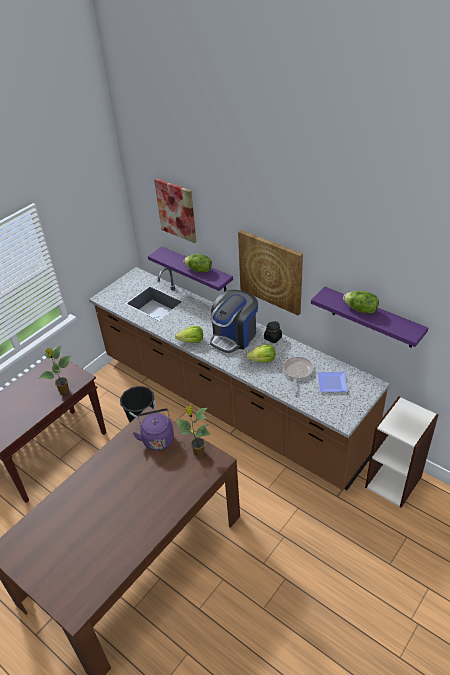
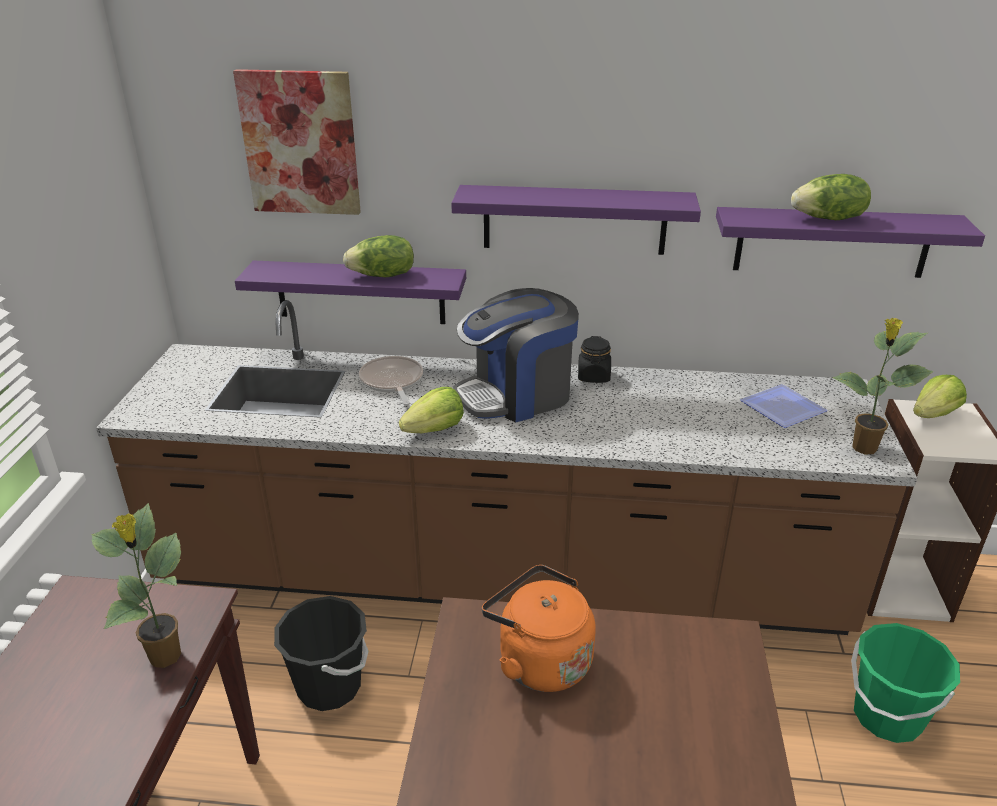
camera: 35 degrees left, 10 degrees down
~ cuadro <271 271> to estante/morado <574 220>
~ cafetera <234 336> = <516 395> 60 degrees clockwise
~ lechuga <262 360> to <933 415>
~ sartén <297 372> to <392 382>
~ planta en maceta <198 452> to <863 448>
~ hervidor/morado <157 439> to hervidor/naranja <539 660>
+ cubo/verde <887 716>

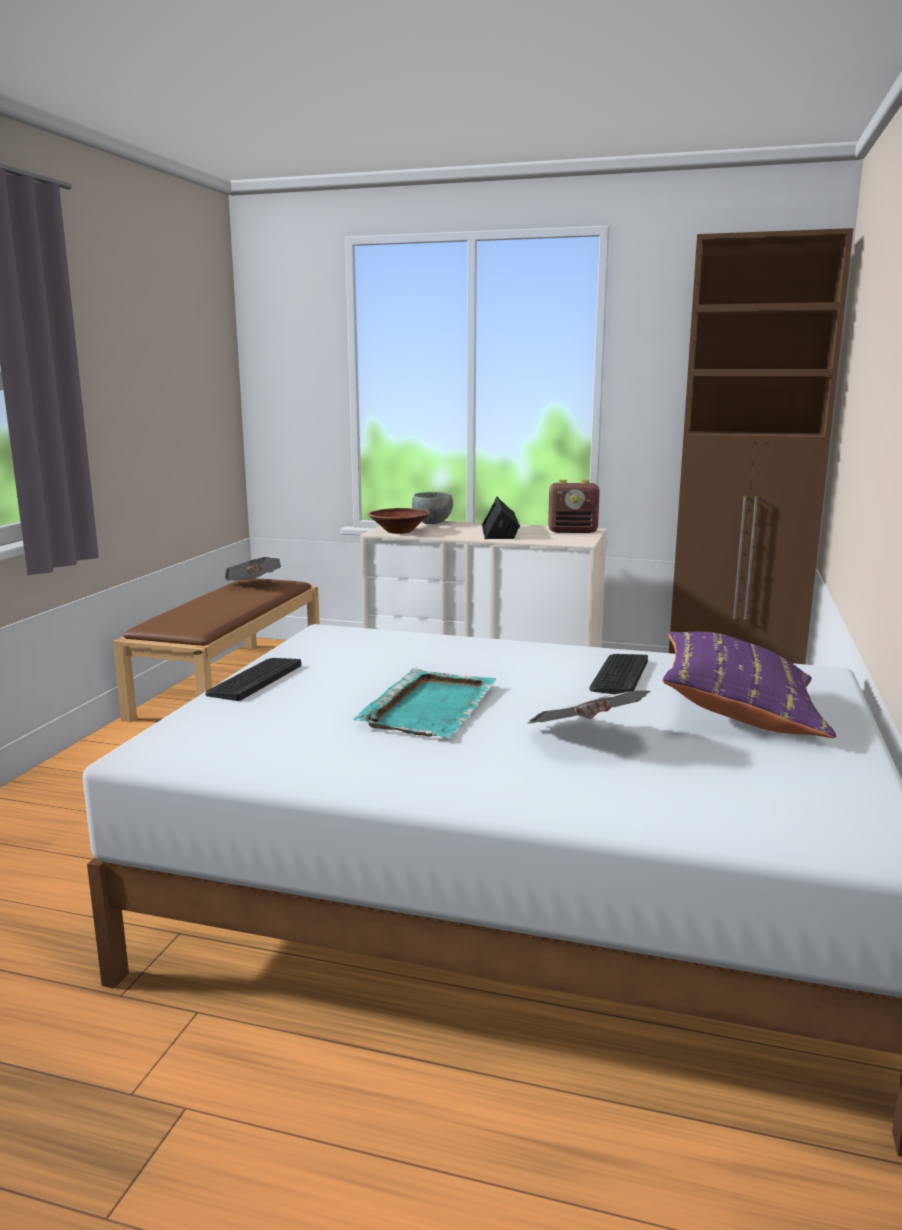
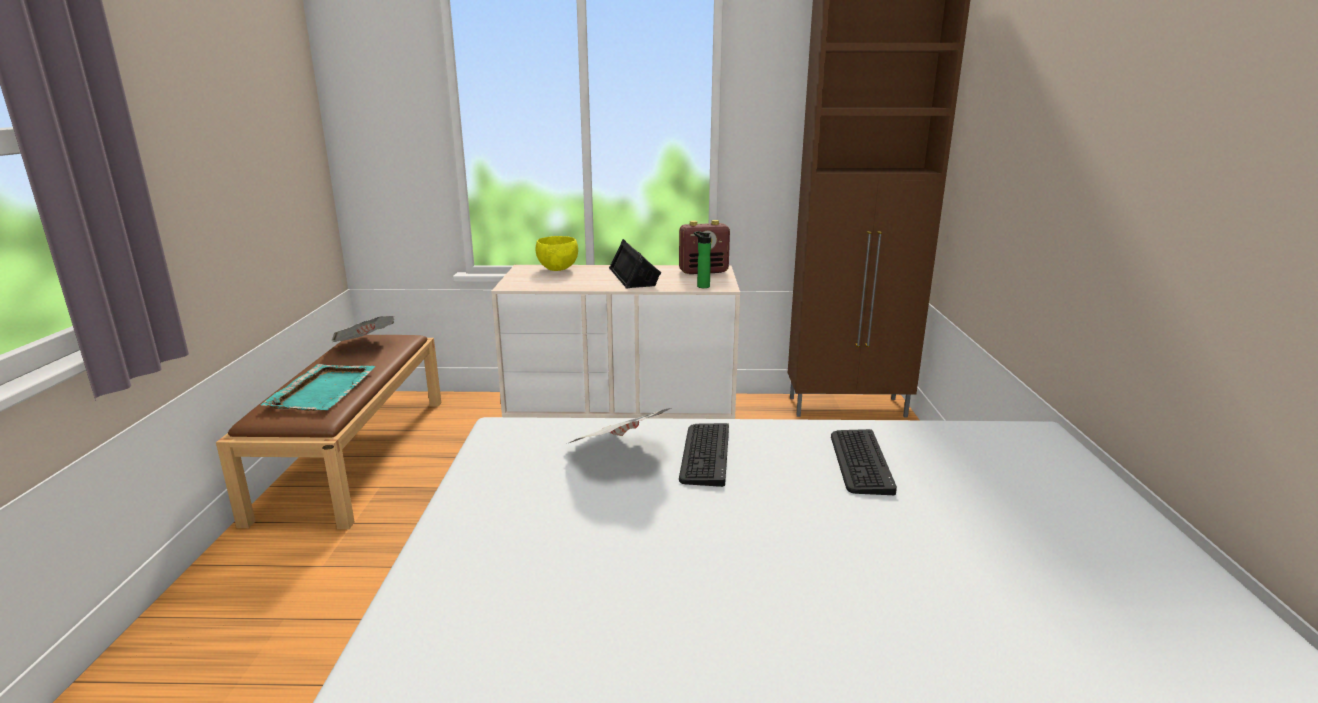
camera: 15 degrees left, 5 degrees up
~ cuenco/gris <432 523> to cuenco/amarillo <558 269>
- cuenco/marrón <399 531>
- cojín/morado <739 712>
~ teclado <254 679> to <705 454>
~ bandeja/turquesa <430 706> to <323 390>
~ periódico <585 738> to <618 452>
+ botella <701 286>

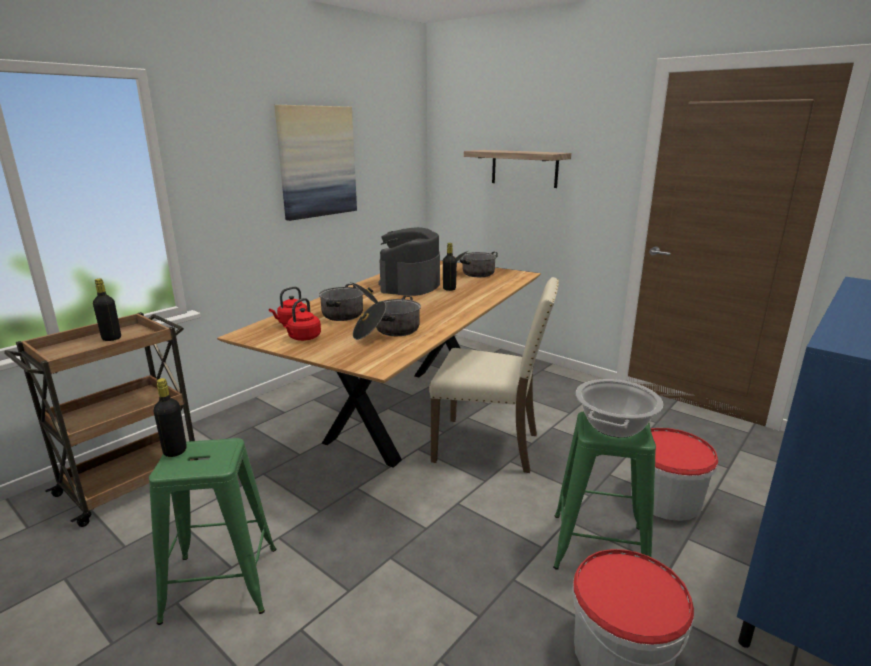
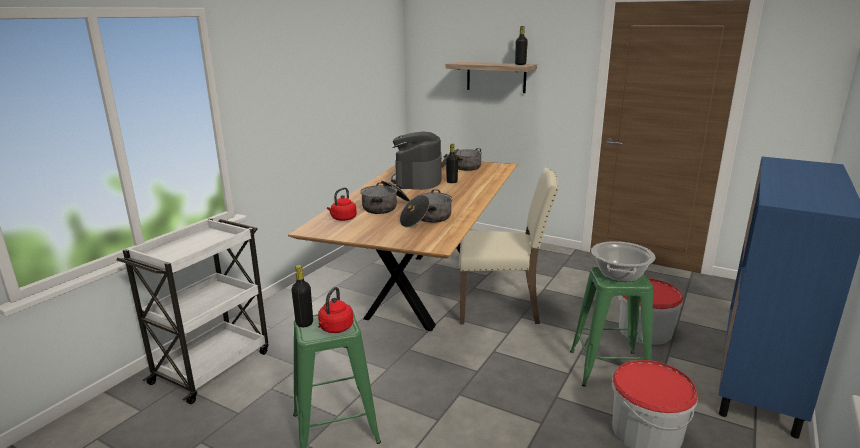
camera: 10 degrees left, 0 degrees up
- cuadro <317 162>
~ botella/negro <111 338> to <520 64>
~ hervidor/rojo <303 338> to <335 328>
~ carrito/marrón <132 482> to carrito/blanco <213 366>

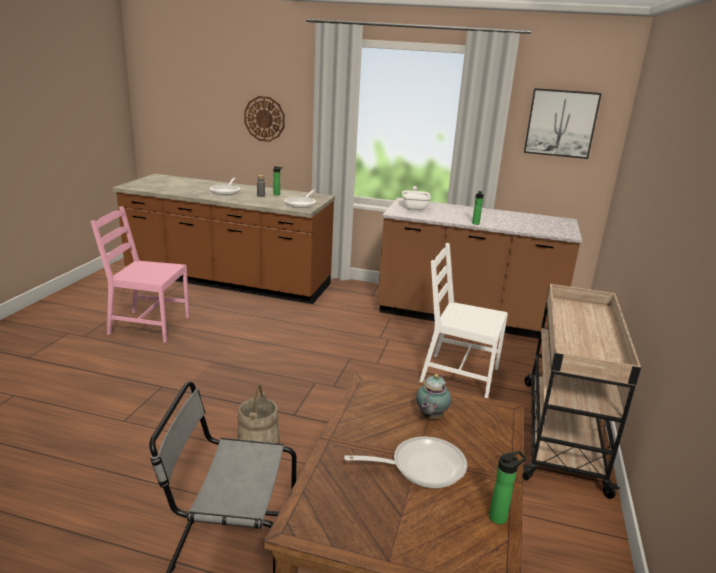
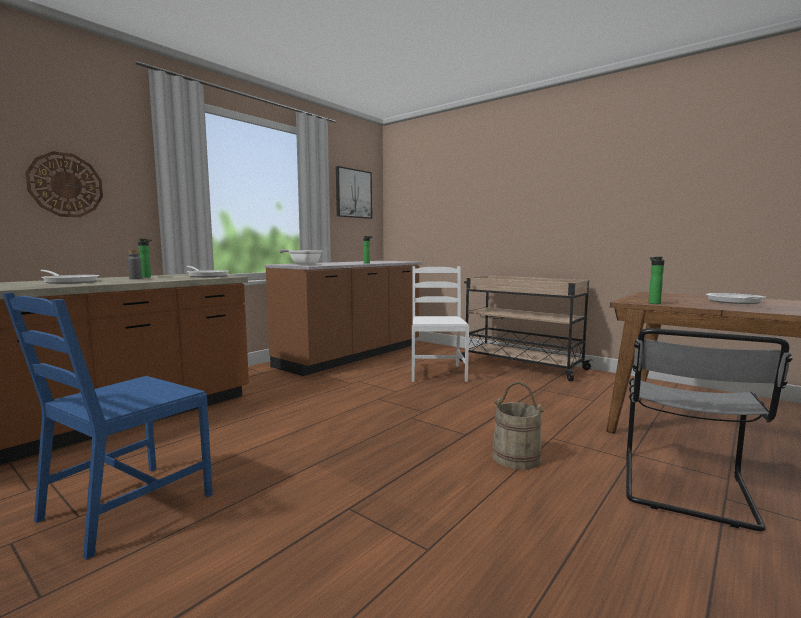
camera: 65 degrees left, 15 degrees down
~ silla/rosa <148 326> to silla/azul <125 507>
~ silla/blanco <458 375> = <437 373> 135 degrees clockwise
- tetera <430 417>
~ botella <500 517> to <653 303>

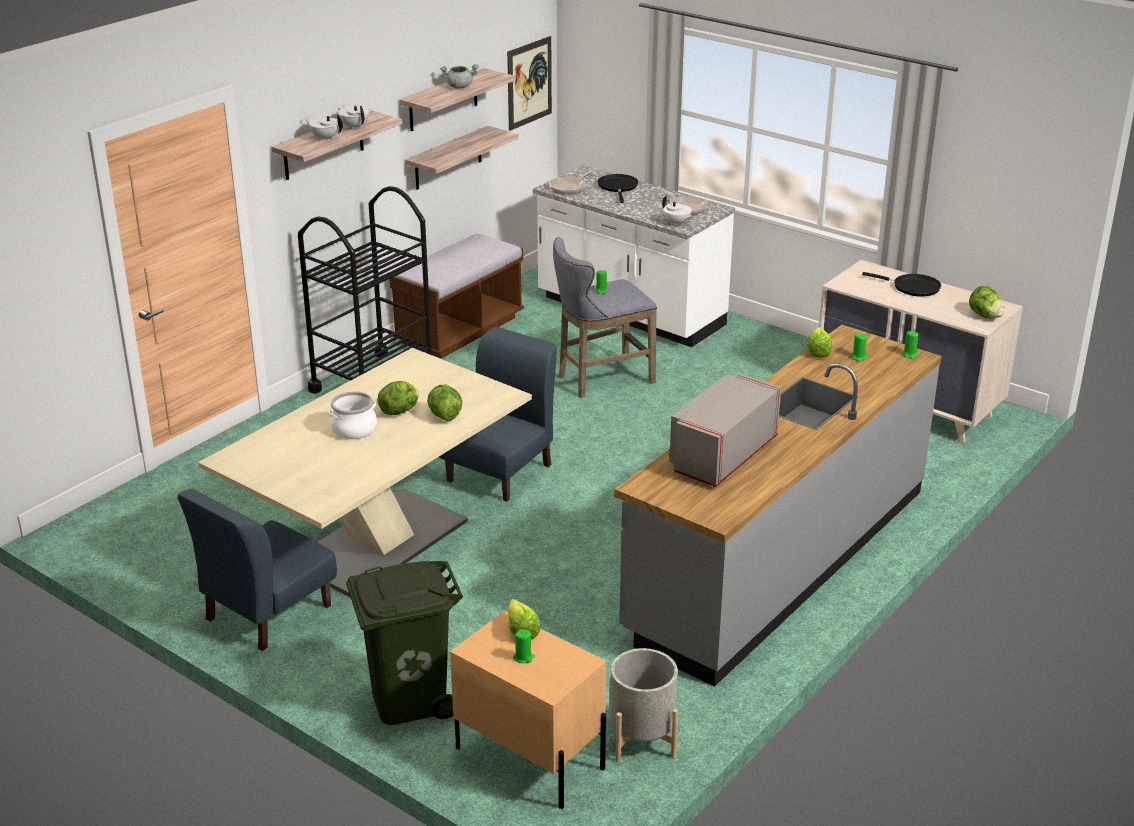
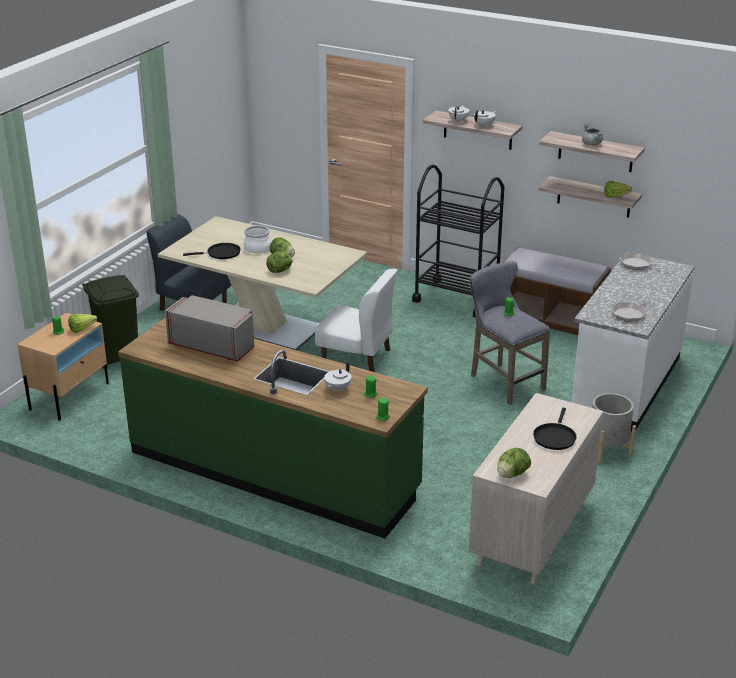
camera: 80 degrees right, 0 degrees up
- cuadro <529 83>
~ sartén/negro <618 187> to <221 253>
~ tetera/blanco <677 223> to <337 389>
~ mueble bajo de cocina/gris <777 560> to mueble bajo de cocina/verde <274 471>
~ silla/azul <500 472> to silla/blanco <356 356>
~ lechuga <819 350> to <617 197>
~ maceta/gris <642 739> to <607 449>

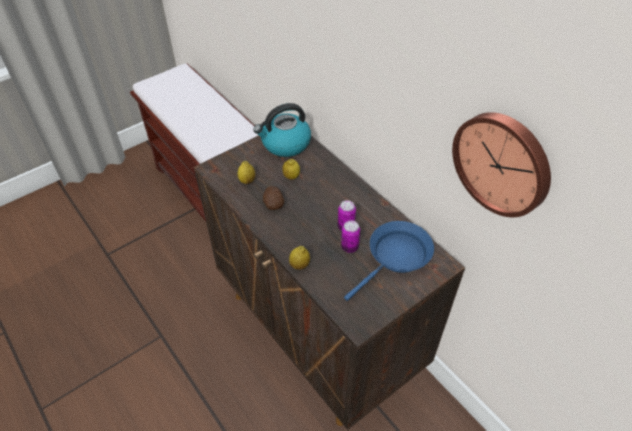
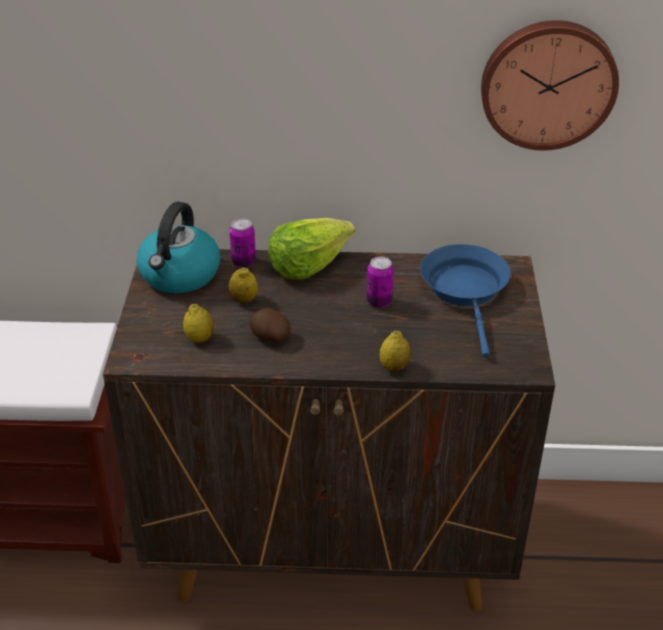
camera: 50 degrees left, 10 degrees down
~ lata <349 247> to <243 262>
+ lechuga <308 264>

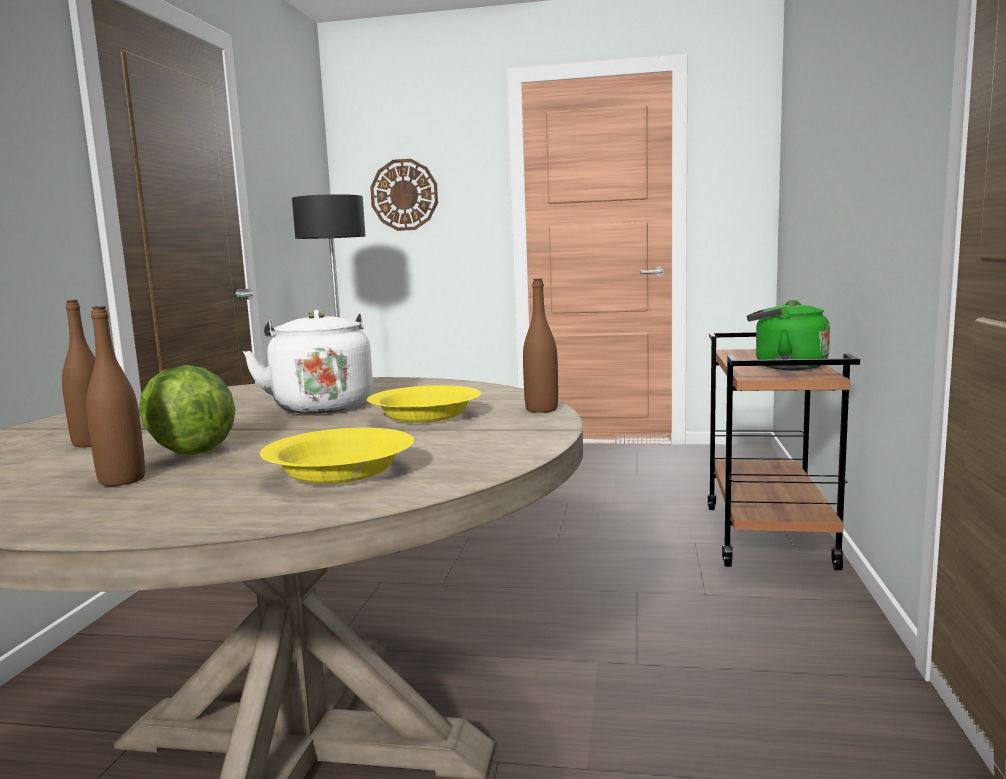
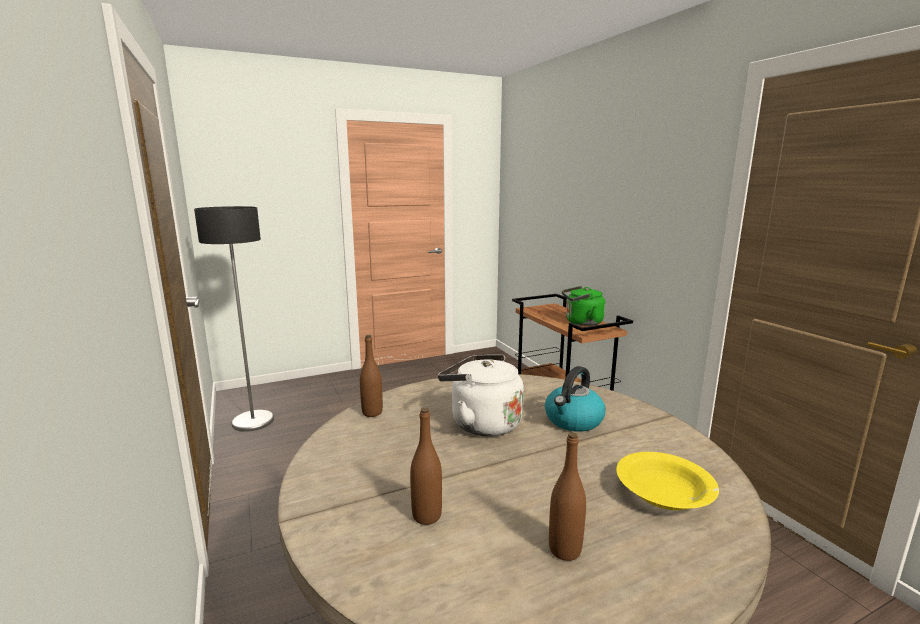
camera: 35 degrees left, 5 degrees up
- reloj de pared <404 195>
~ botella/marrón <541 409> to <372 412>
- lechuga <190 450>
~ cuenco/amarillo <426 417> to hervidor <573 421>

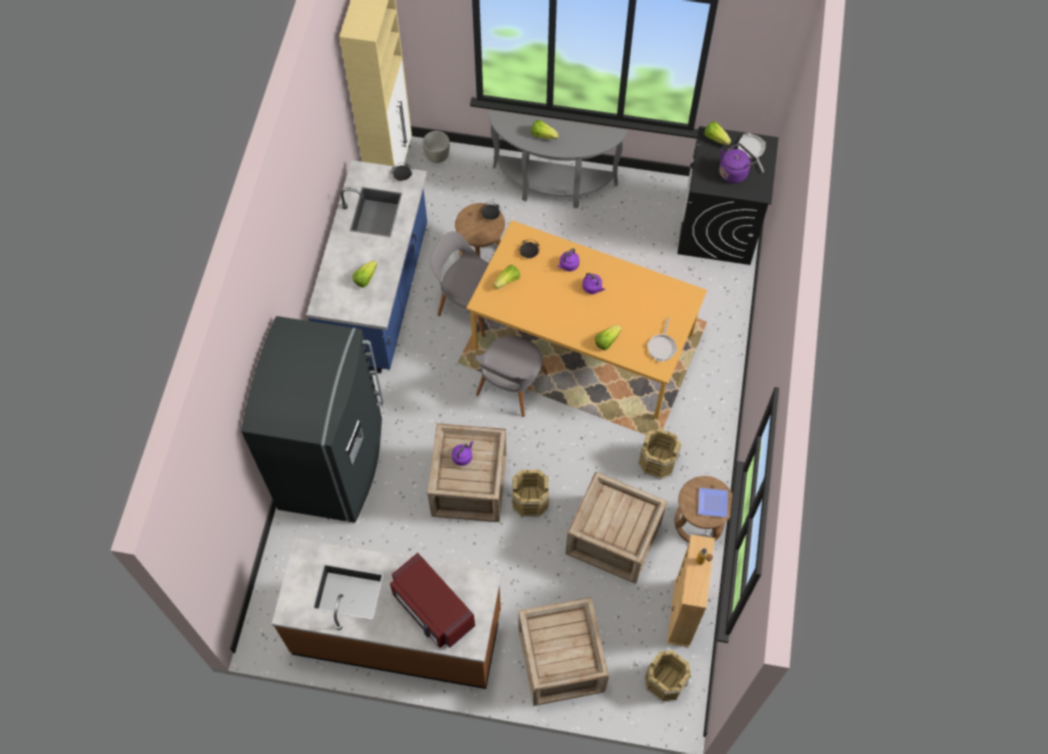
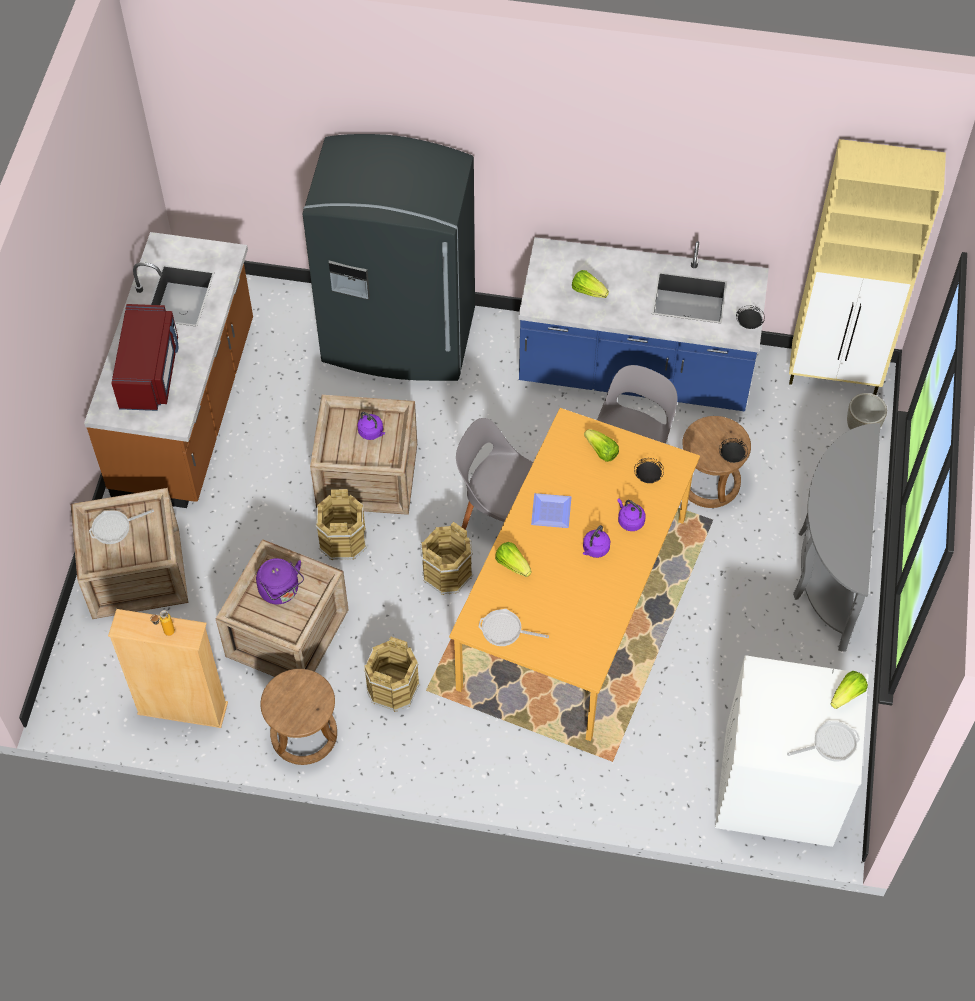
camera: 90 degrees right, 5 degrees down
- lechuga <543 135>
~ lavadora/negro <718 228> to lavadora/blanco <777 786>
~ hervidor/morado <734 172> to <281 591>
~ plato <713 504> to <549 513>
~ microondas/rojo <432 609> = <150 372> 135 degrees clockwise
~ cubo/marrón <665 681> to <447 573>
+ sartén <114 528>

